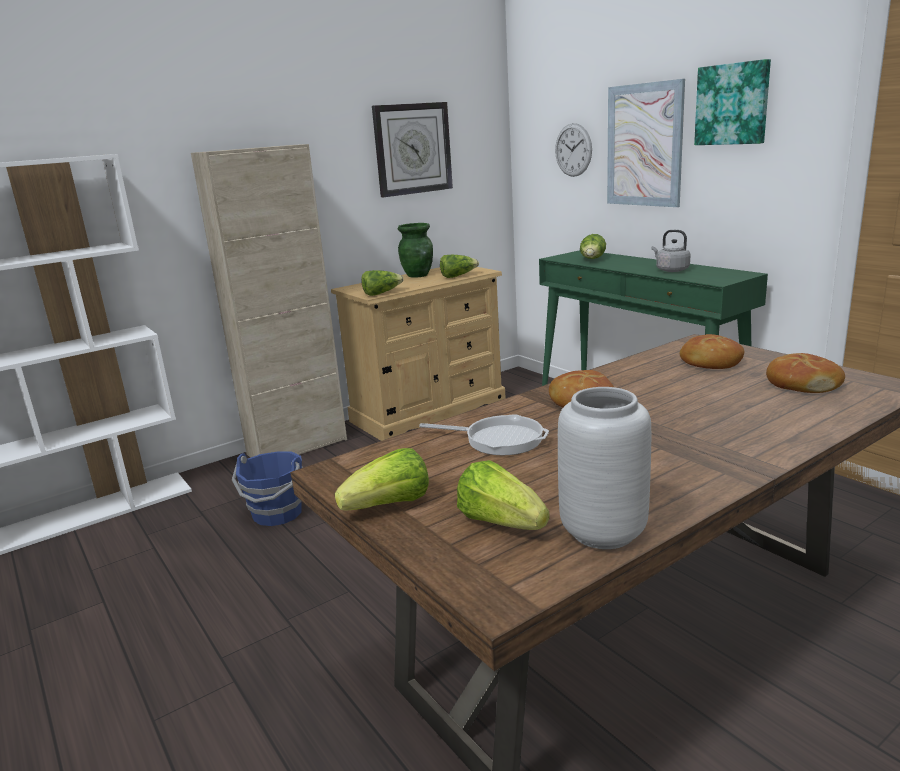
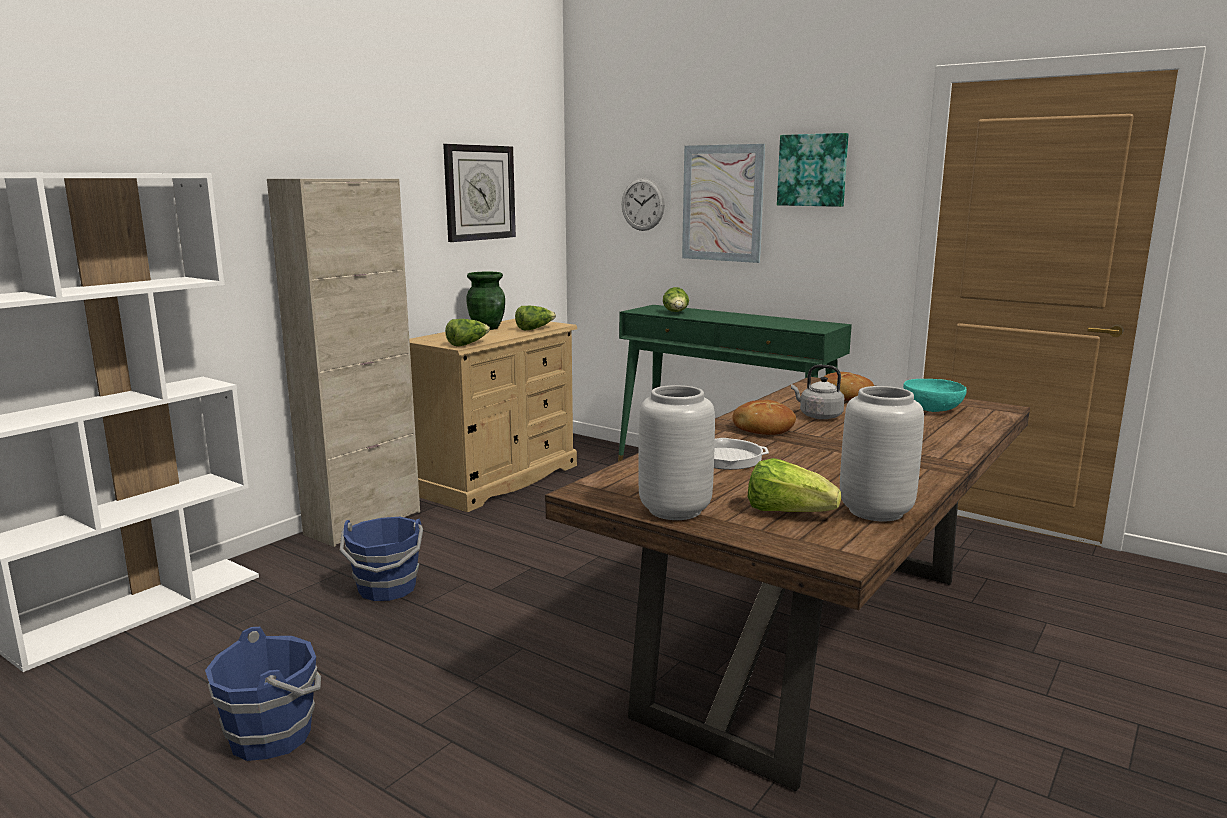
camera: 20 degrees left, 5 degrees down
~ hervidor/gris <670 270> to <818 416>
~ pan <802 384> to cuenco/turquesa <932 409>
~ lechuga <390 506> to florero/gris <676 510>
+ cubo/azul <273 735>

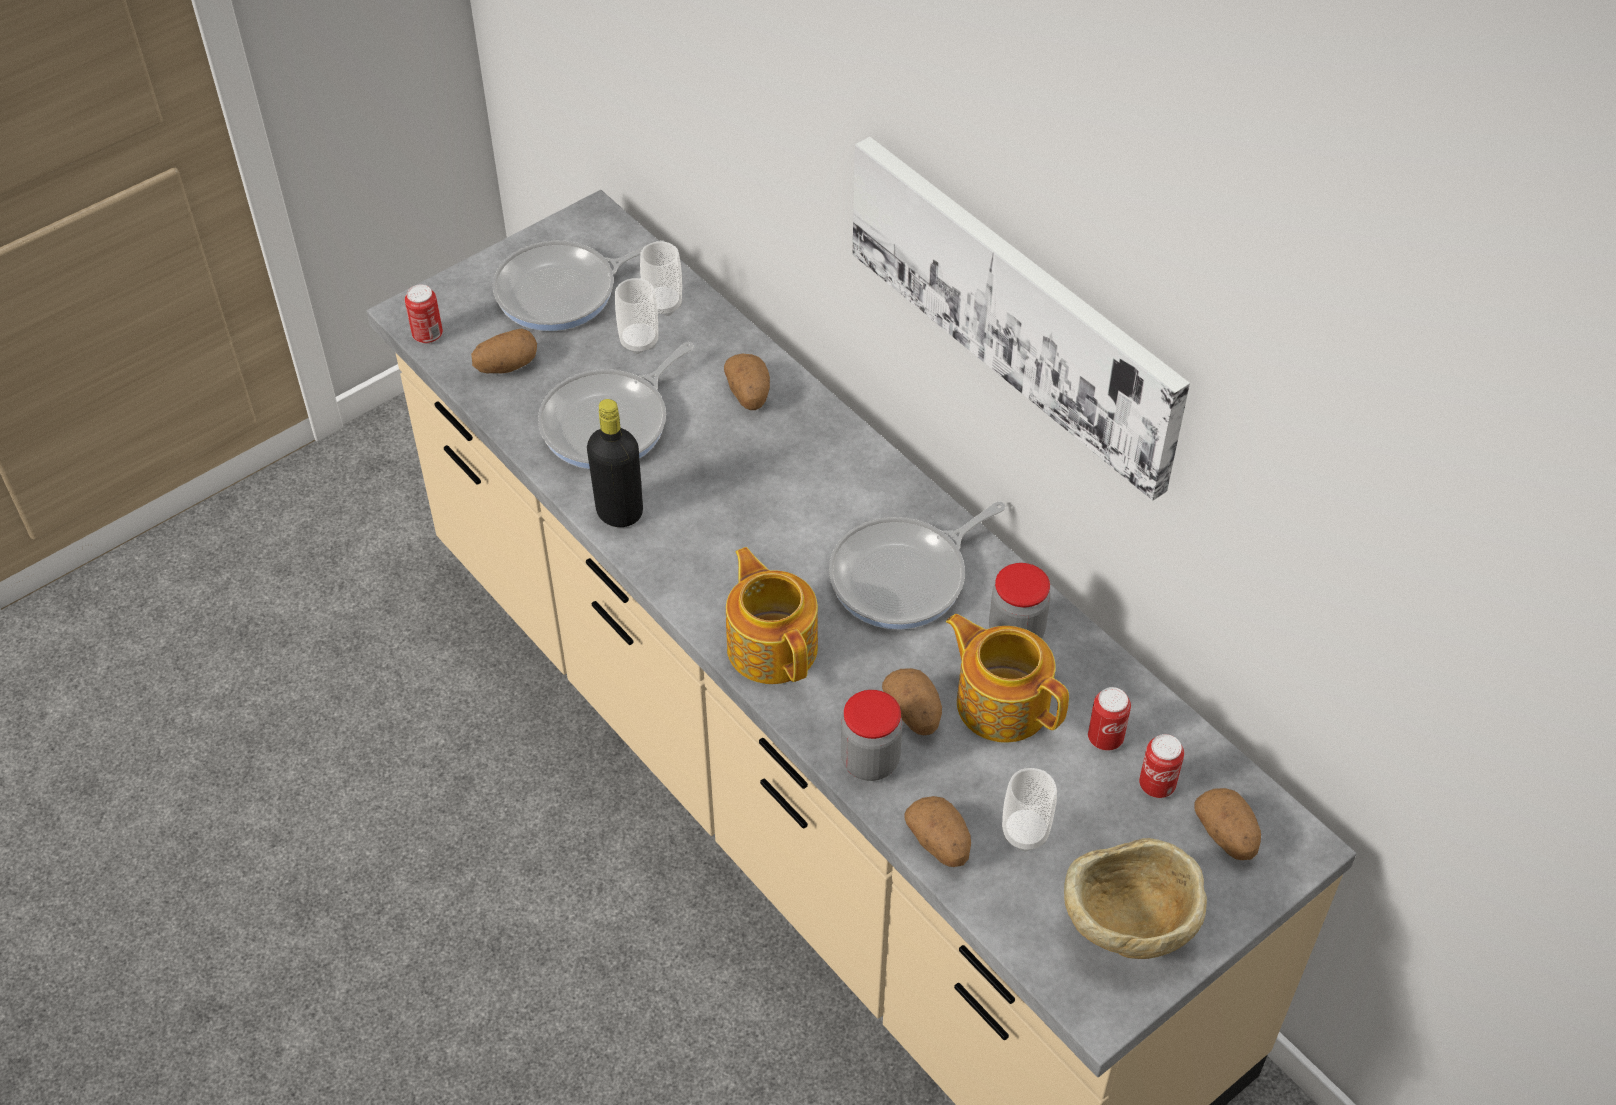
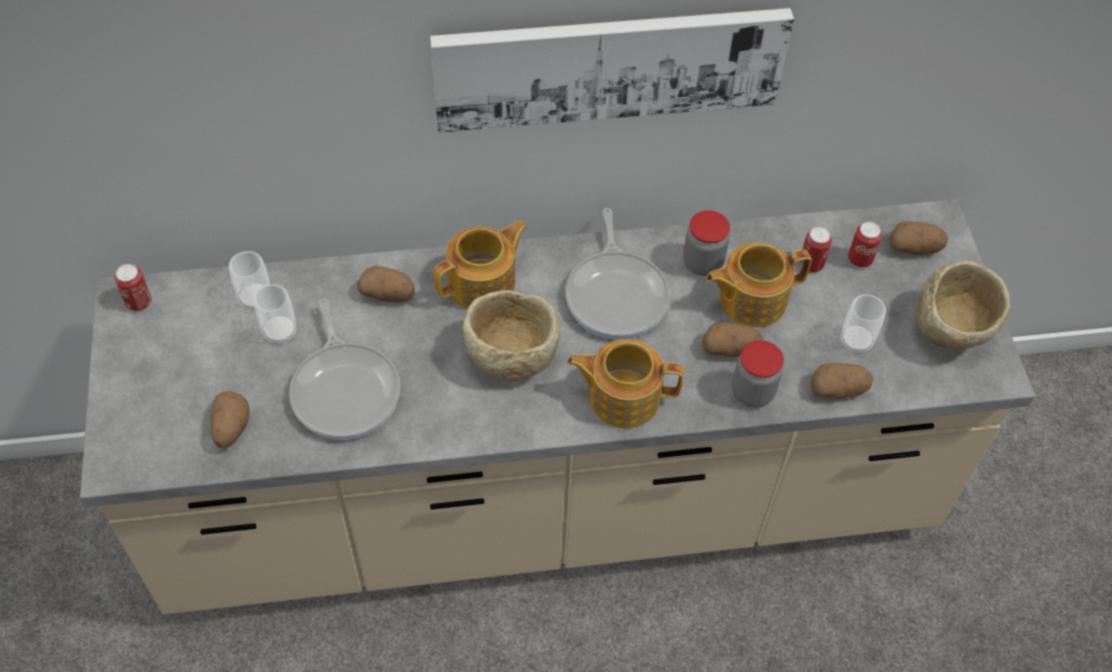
camera: 60 degrees left, 5 degrees up
- sartén <563 292>
~ lata <427 335> to <139 302>
- botella/negro <620 512>
+ tetera <483 283>
+ cuenco/beis <511 356>

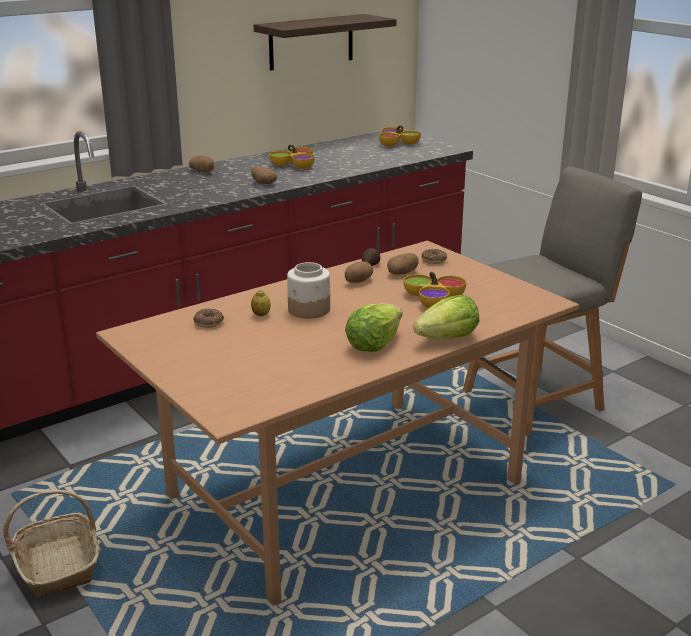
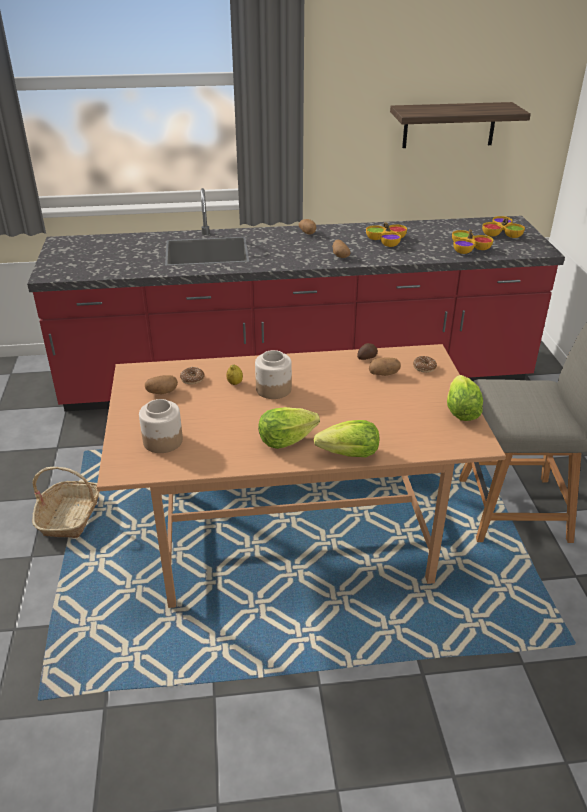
camera: 30 degrees right, 10 degrees up
~ patata <358 281> to <162 392>
~ cuenco <434 298> to <468 248>
+ lechuga <461 411>
+ tarro <162 441>

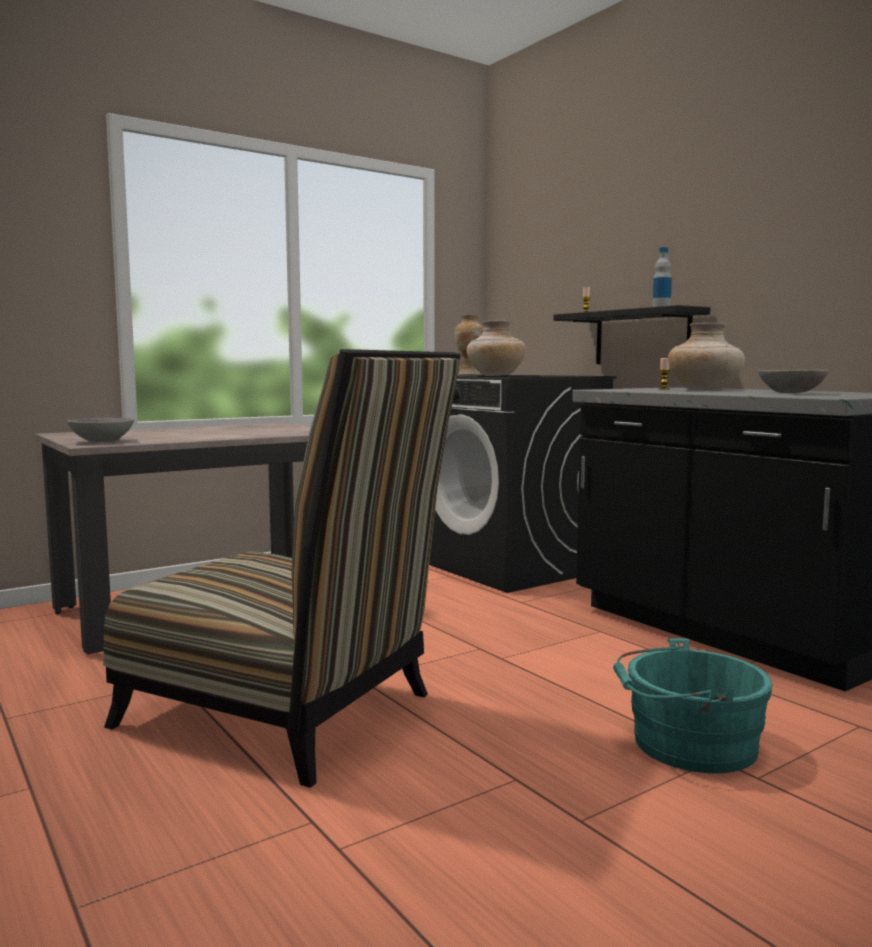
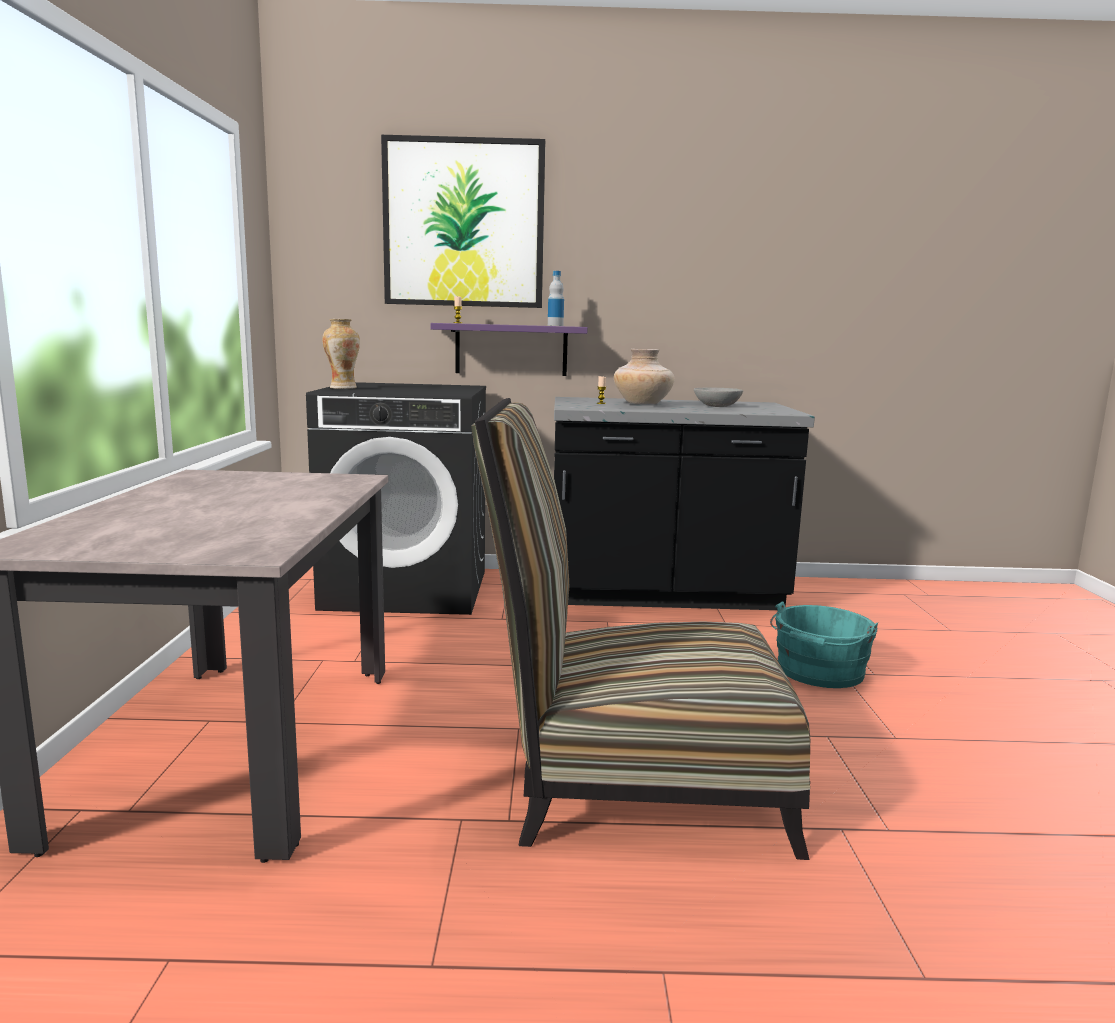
camera: 55 degrees left, 5 degrees up
~ estante/negro <642 338> to estante/morado <511 349>
- florero/beis <495 376>
~ silla <290 714> = <630 782> 150 degrees counterclockwise
- cuenco/gris <102 441>
+ cuadro <464 224>

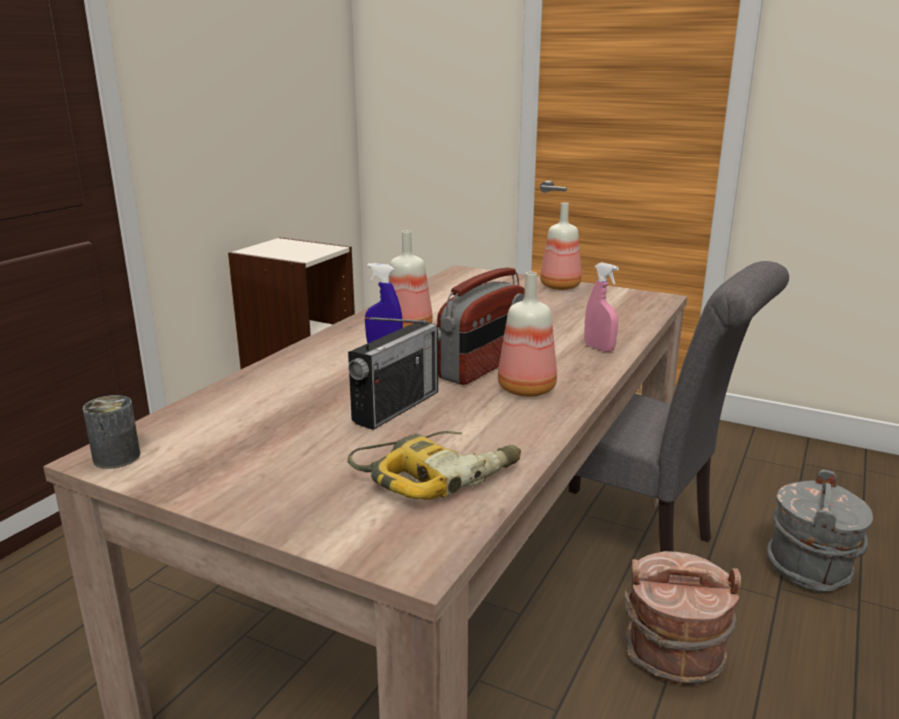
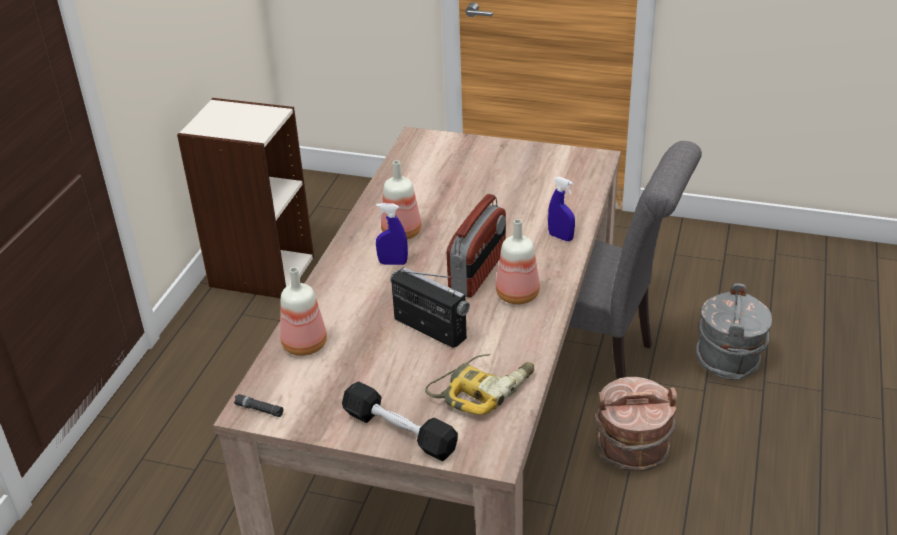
camera: 10 degrees left, 15 degrees up
~ botella <561 287> to <306 345>
~ pulverizador/rosa <599 348> to pulverizador/azul <560 237>
~ radio <396 407> = <430 329> 75 degrees counterclockwise
~ lata <116 457> to linterna/negro <259 409>
+ mancuerna/negro <400 432>

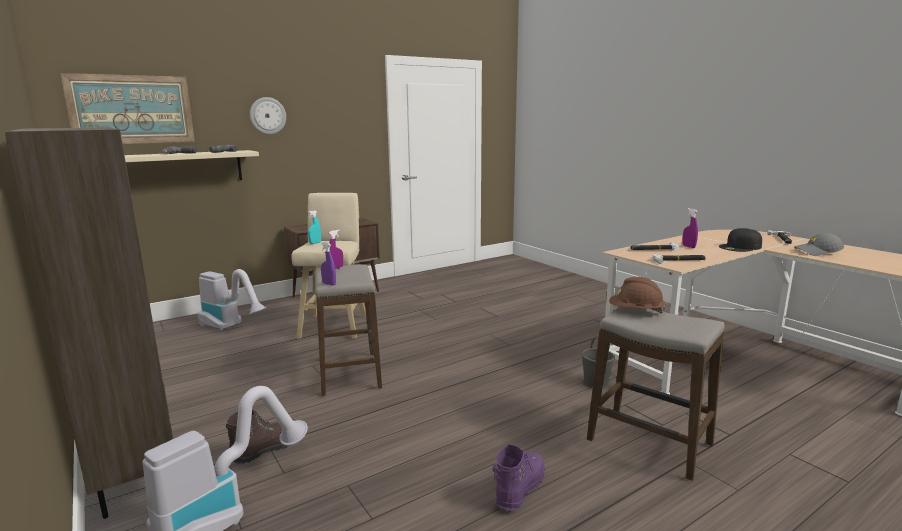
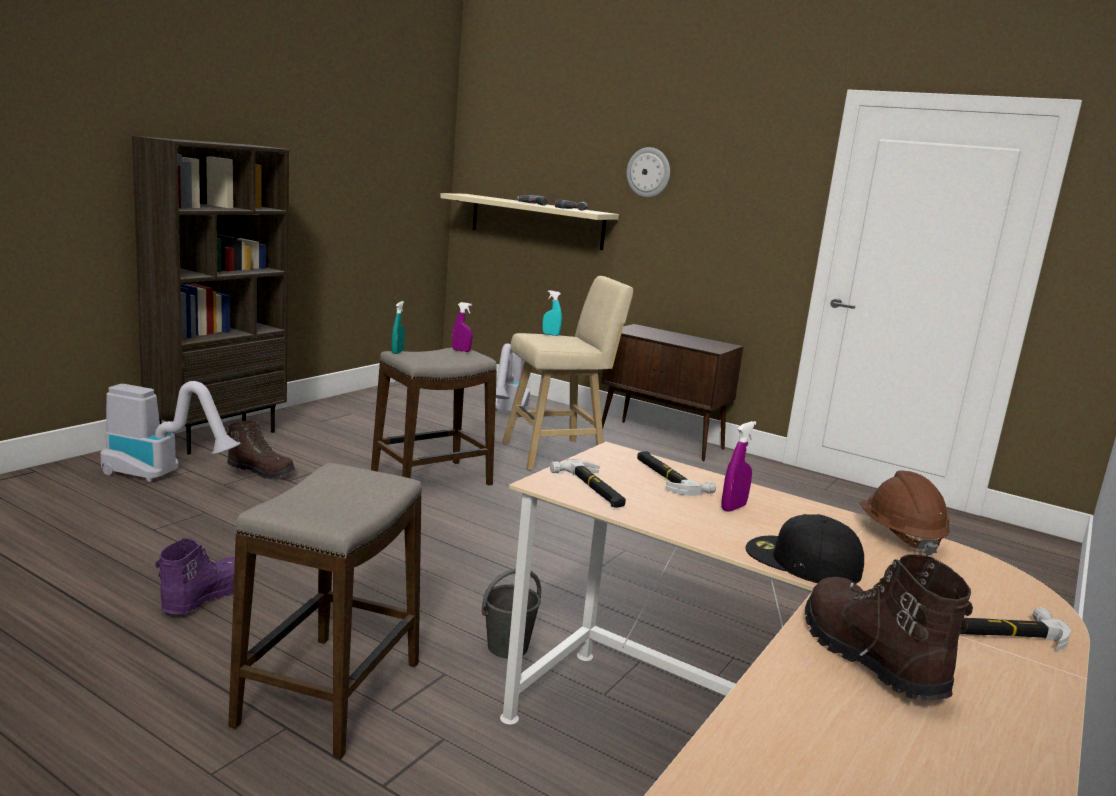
camera: 65 degrees right, 0 degrees up
- cuadro <132 109>
~ gorra/gris <817 252> to bota/marrón <868 658>
~ pulverizador/morado <329 284> to pulverizador/turquesa <397 352>
~ casco/marrón <635 312> to <899 536>
~ bota/morado <519 488> = <203 597> 75 degrees counterclockwise

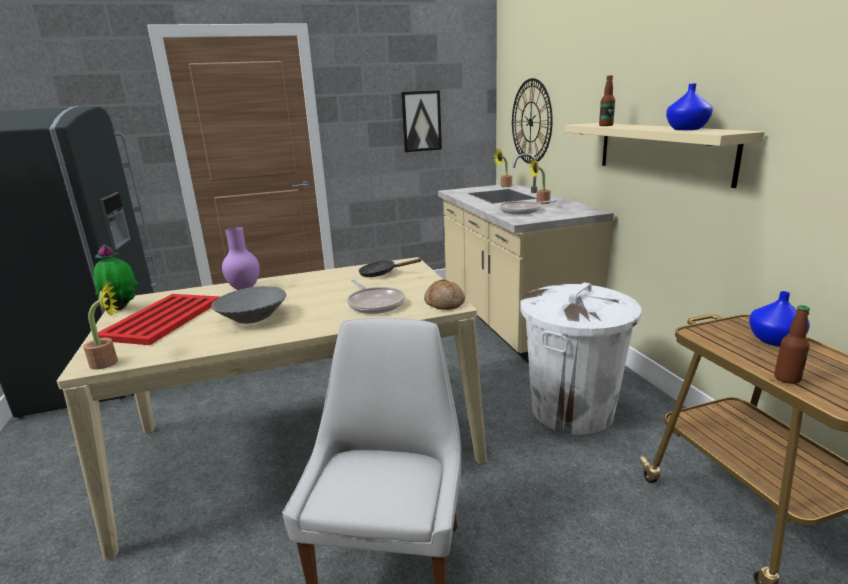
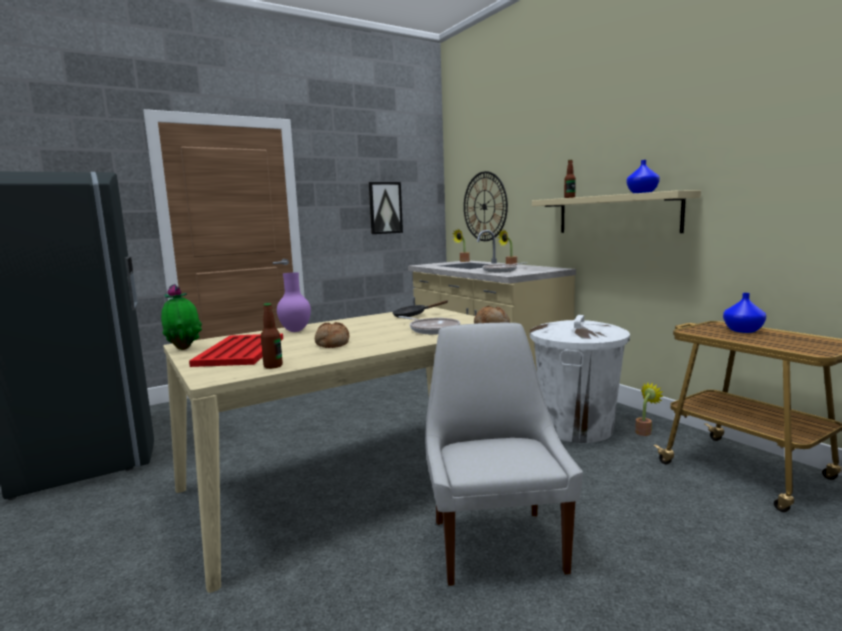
camera: 15 degrees left, 10 degrees down
~ planta en maceta <110 362> to <645 432>
~ cuenco/gris <252 318> to pan <331 344>
~ botella <787 378> to <273 366>

